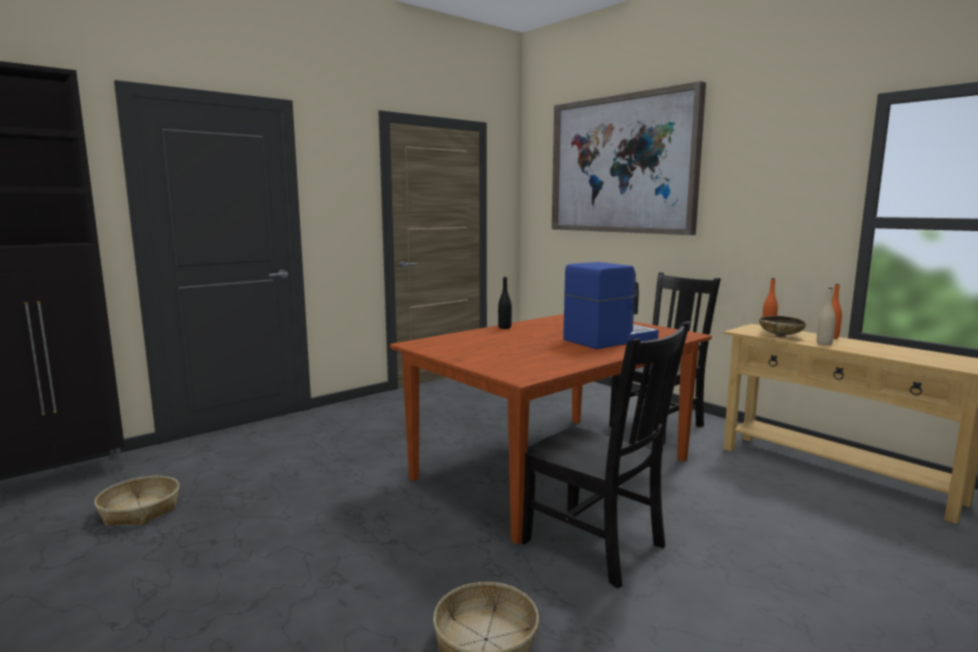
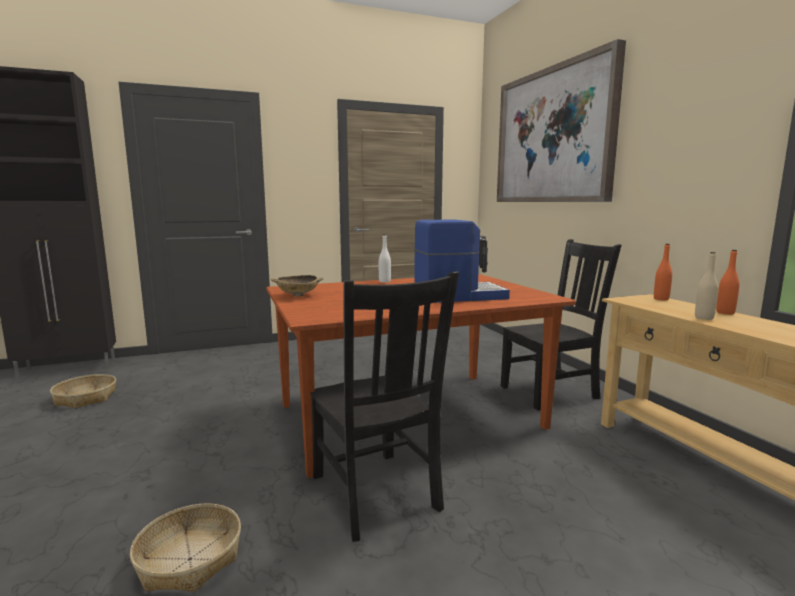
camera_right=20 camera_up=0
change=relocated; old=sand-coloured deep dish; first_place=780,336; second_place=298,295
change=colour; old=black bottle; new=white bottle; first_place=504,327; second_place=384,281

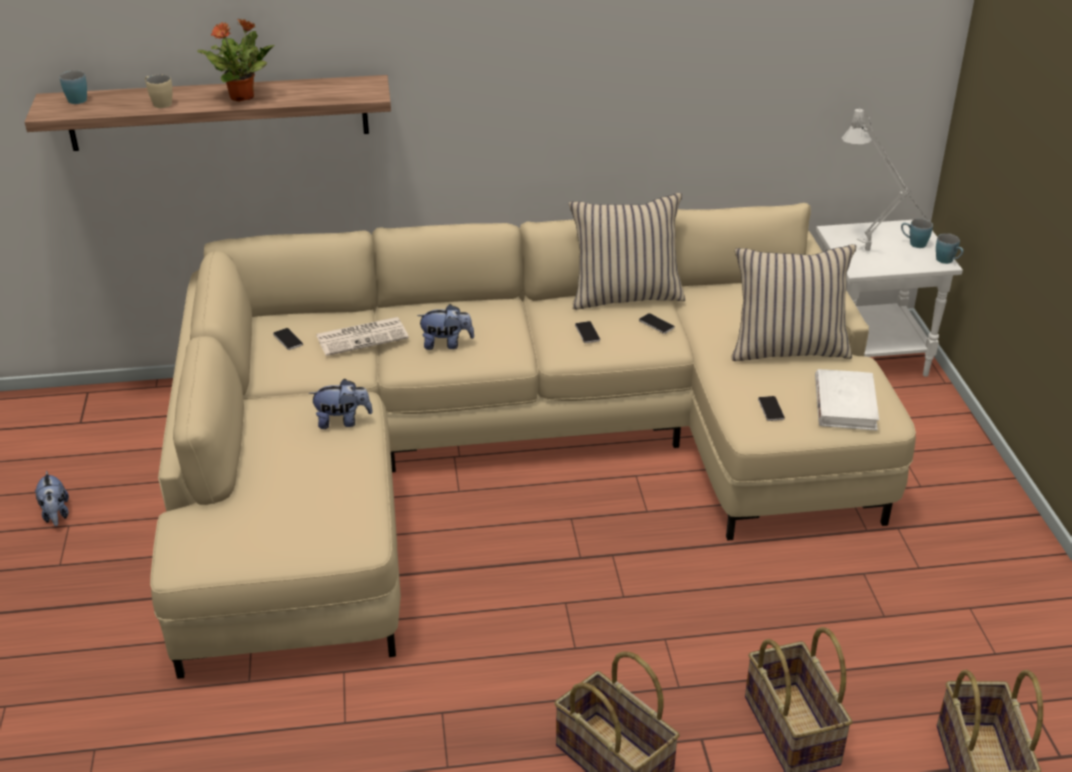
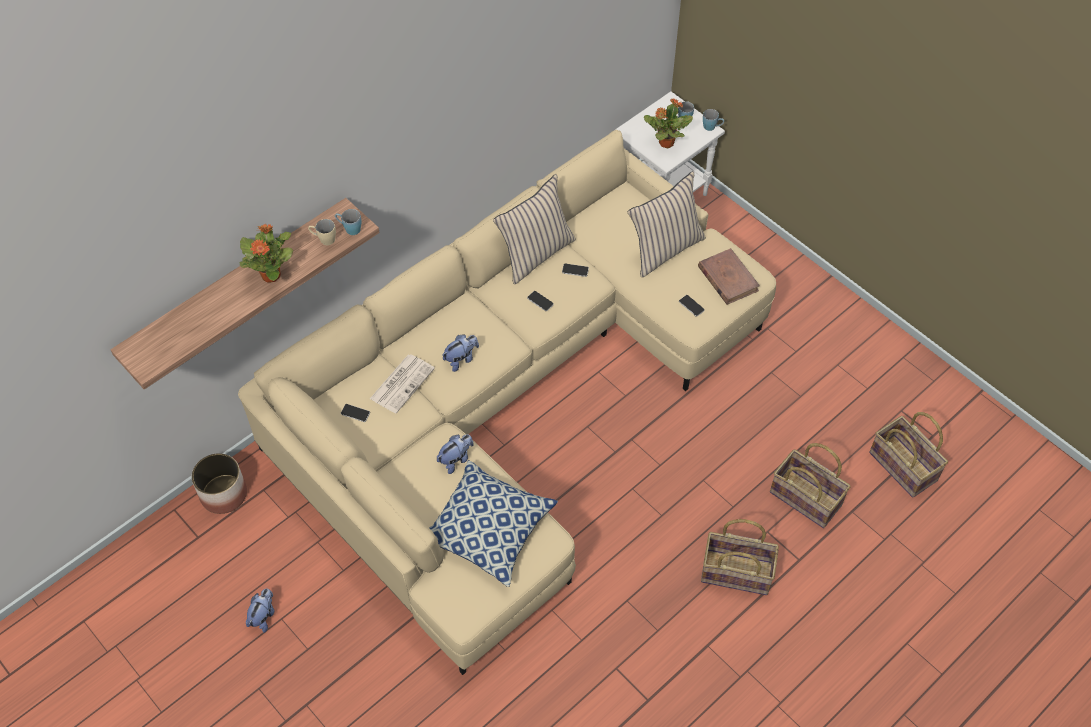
camera_right=-35 camera_up=20
change=appeared; new=flower pot; second_place=224,494
change=spun; old=plush toy; first_place=56,514; second_place=263,616; degrees=-105
change=relocated; old=sand-coloured coffee mug; first_place=159,103; second_place=324,239
change=relocated; old=bluish coffee mug; first_place=75,98; second_place=349,229
change=appeared; new=cushion; second_place=488,530
change=exchanged; old=gray tabletop lamp; new=potted plant; first_place=873,254; second_place=665,143
change=colour; old=white book; new=brown book; first_place=845,403; second_place=727,278

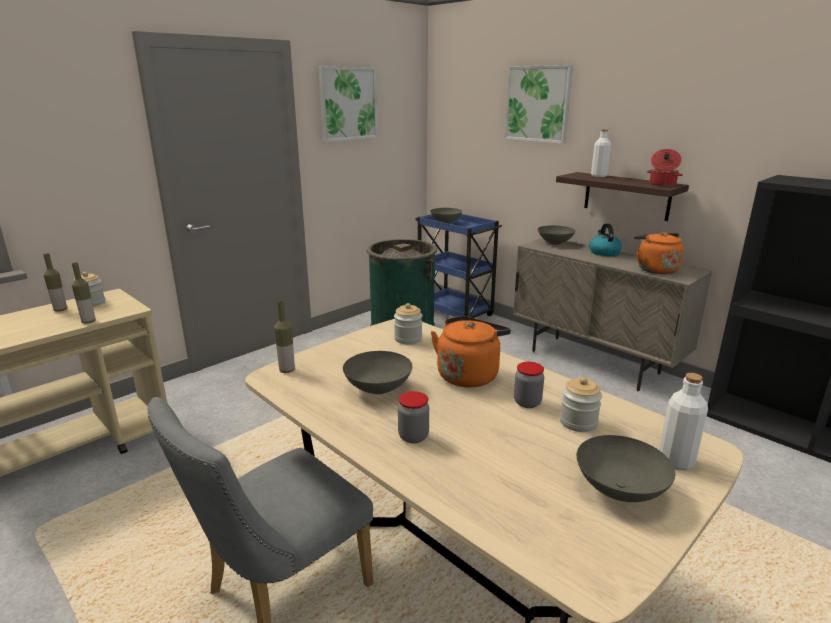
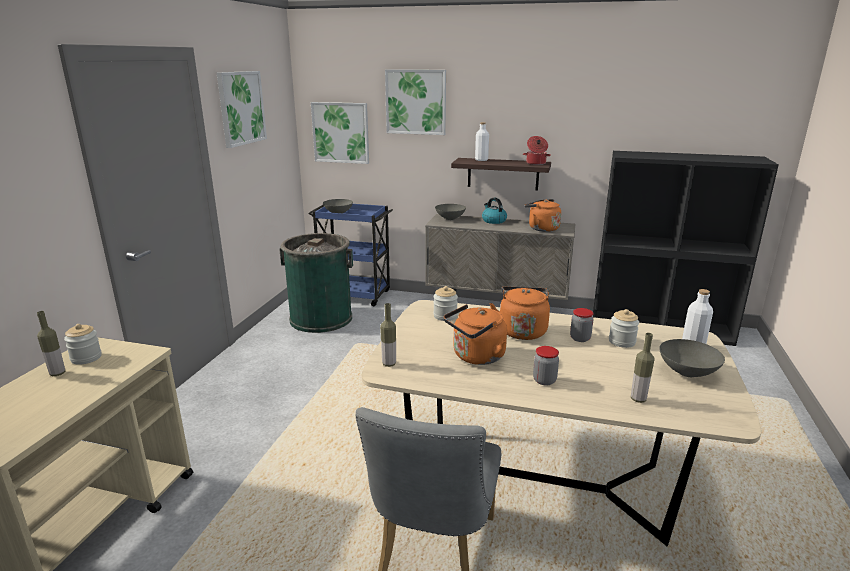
camera_right=-30 camera_up=0
change=appeared; new=wall picture; second_place=341,132
change=exchanged; old=gray deep dish; new=orangey water kettle; first_place=378,388; second_place=476,357
change=relocated; old=bottle; first_place=88,321; second_place=638,399

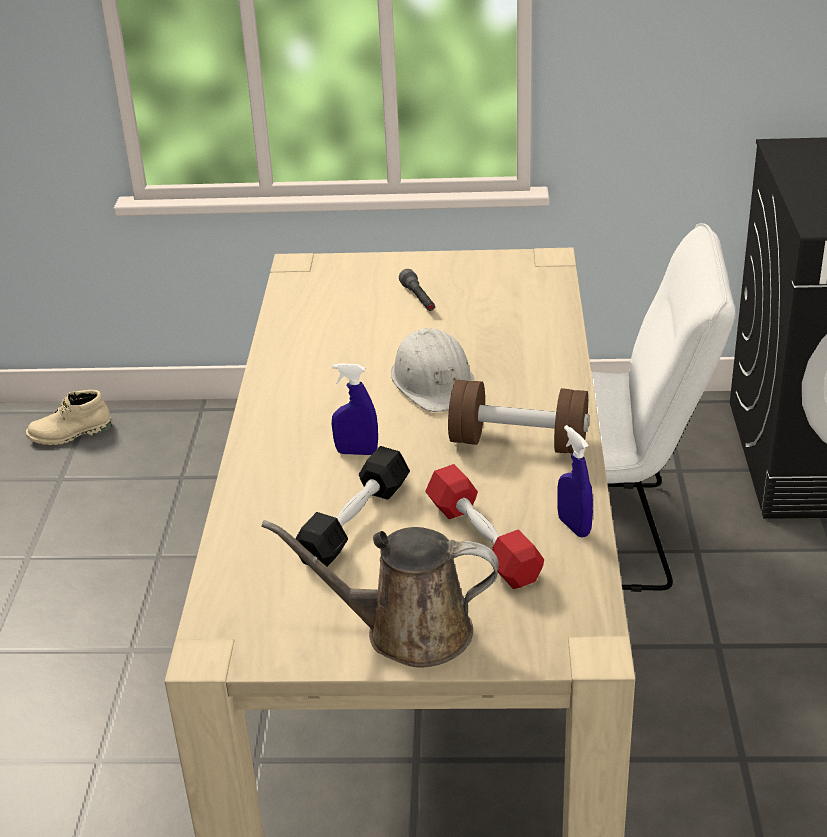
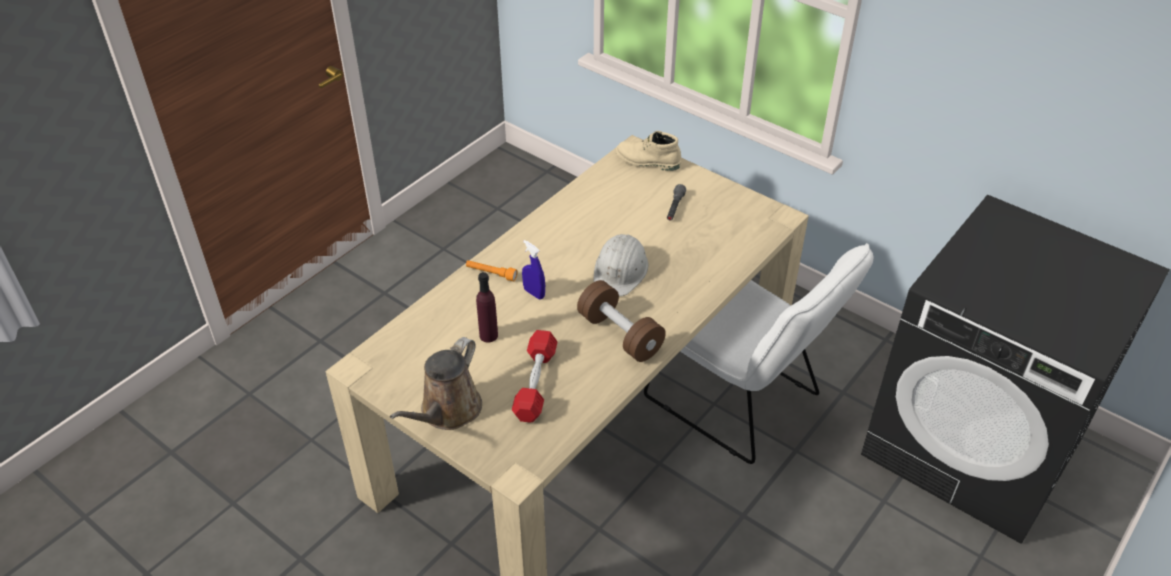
camera_right=35 camera_up=10
change=spun; old=brown sprinkling can; first_place=407,631; second_place=447,411; degrees=-105
change=appeared; new=orangey hand torch; second_place=491,274
change=exchanged; old=black dumbbell; new=purple bottle; first_place=354,523; second_place=488,335
change=relocated; old=sand-coloured high-top boot; first_place=70,434; second_place=647,162
change=missing; old=bluish sprayer; first_place=574,526

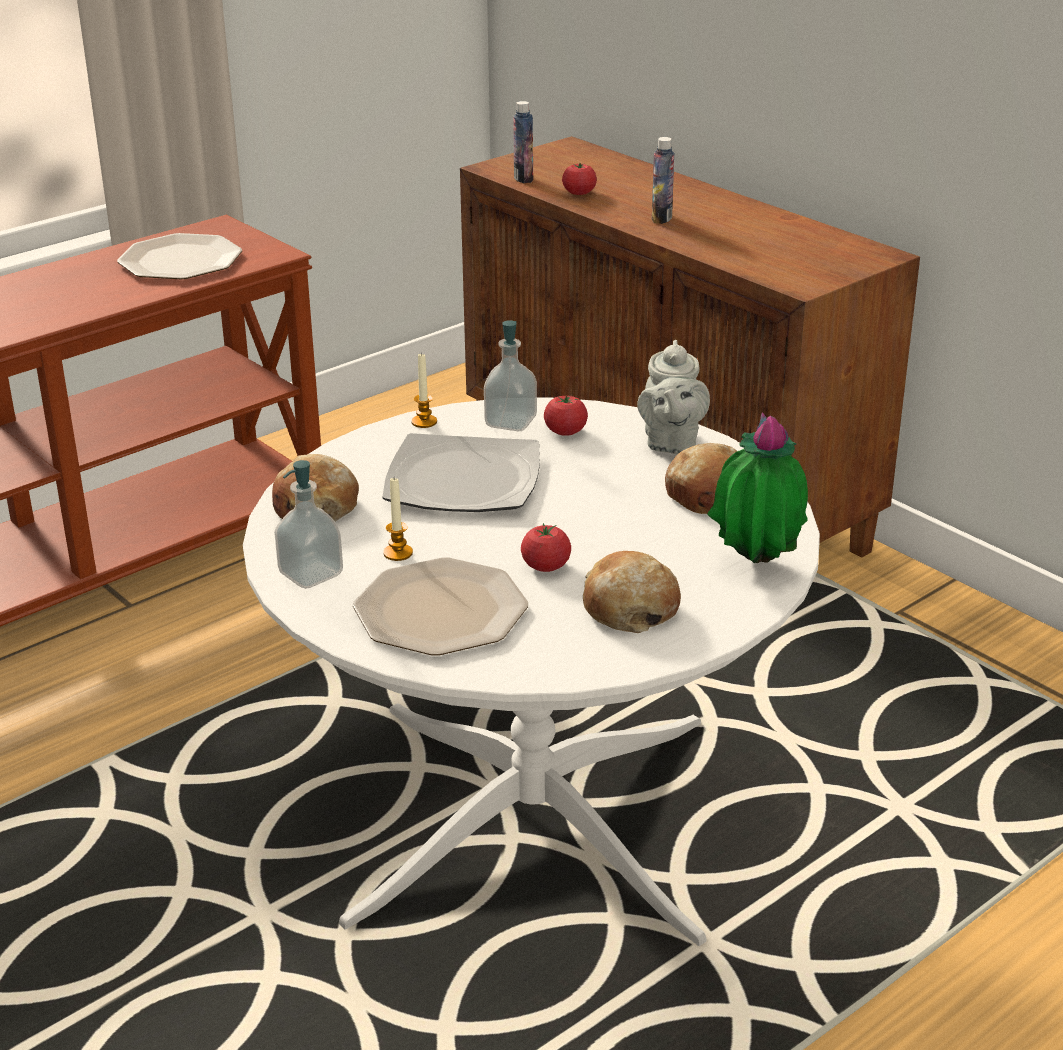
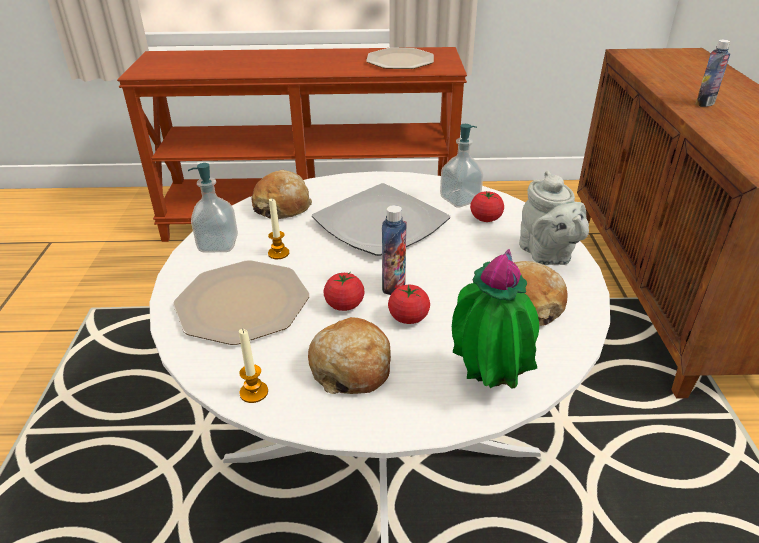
camera_right=40 camera_up=5
change=relocated; old=wax light; first_place=424,422; second_place=254,392
change=relocated; old=bottle; first_place=523,178; second_place=393,285
change=relocated; old=fresh tomato; first_place=579,193; second_place=408,317
change=spun; old=gray teapot; first_place=671,443; second_place=547,255; degrees=-60

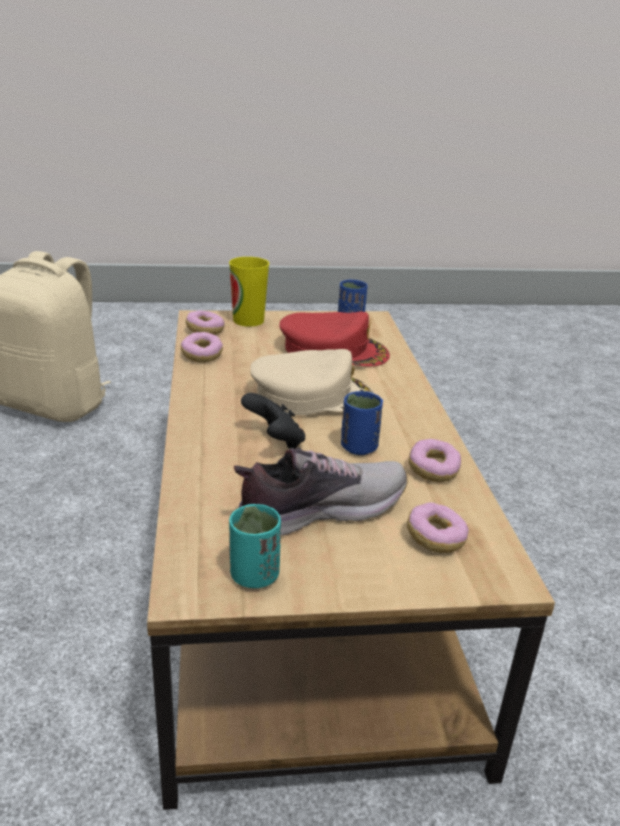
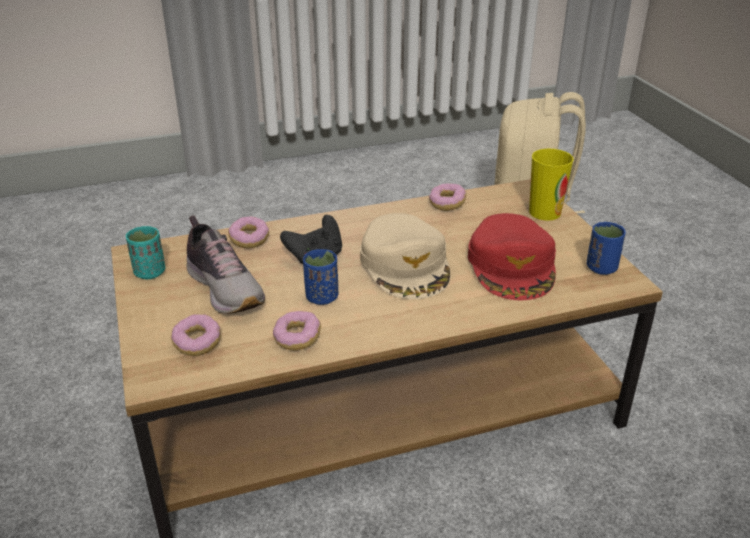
camera_right=80 camera_up=5
change=relocated; old=donut; first_place=205,331; second_place=249,240

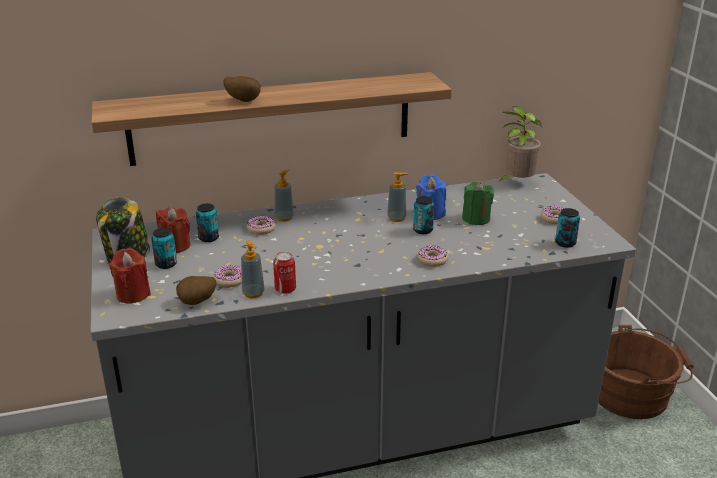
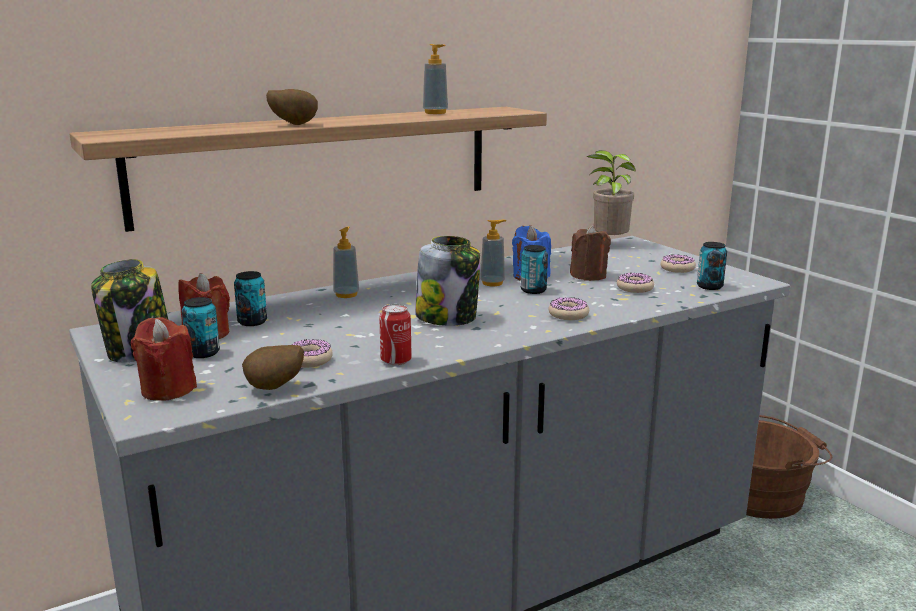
camera_right=-15 camera_up=-10
change=appeared; new=storage jar; second_place=447,317
change=relocated; old=liquid soap bottle; first_place=253,293; second_place=435,113
change=colour; old=greenish wax light; new=brown wax light; first_place=476,219; second_place=588,276
change=relocated; old=donut; first_place=261,229; second_place=635,288

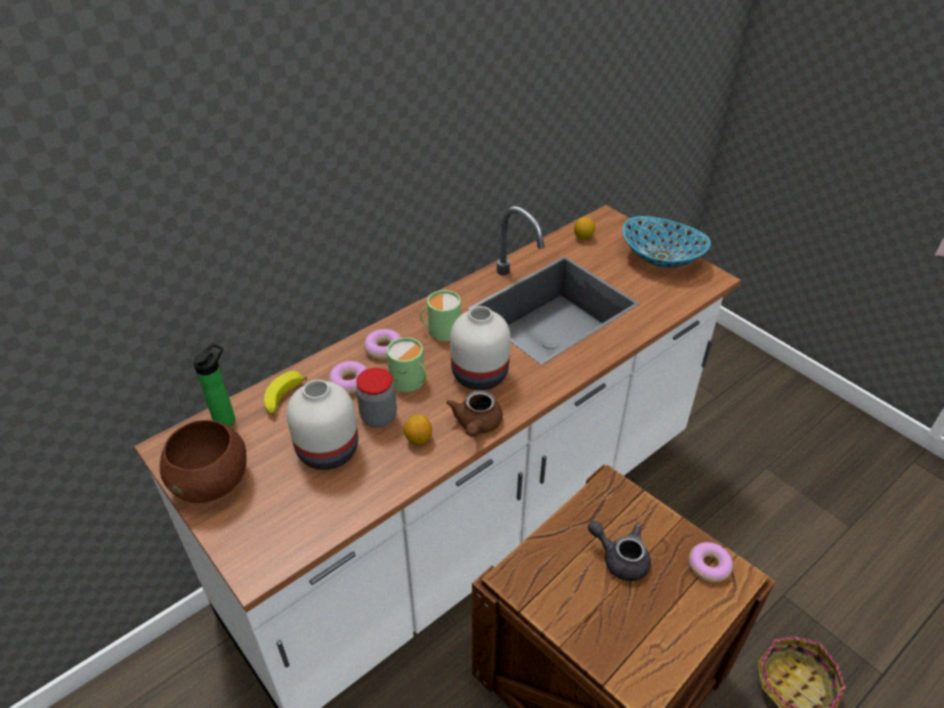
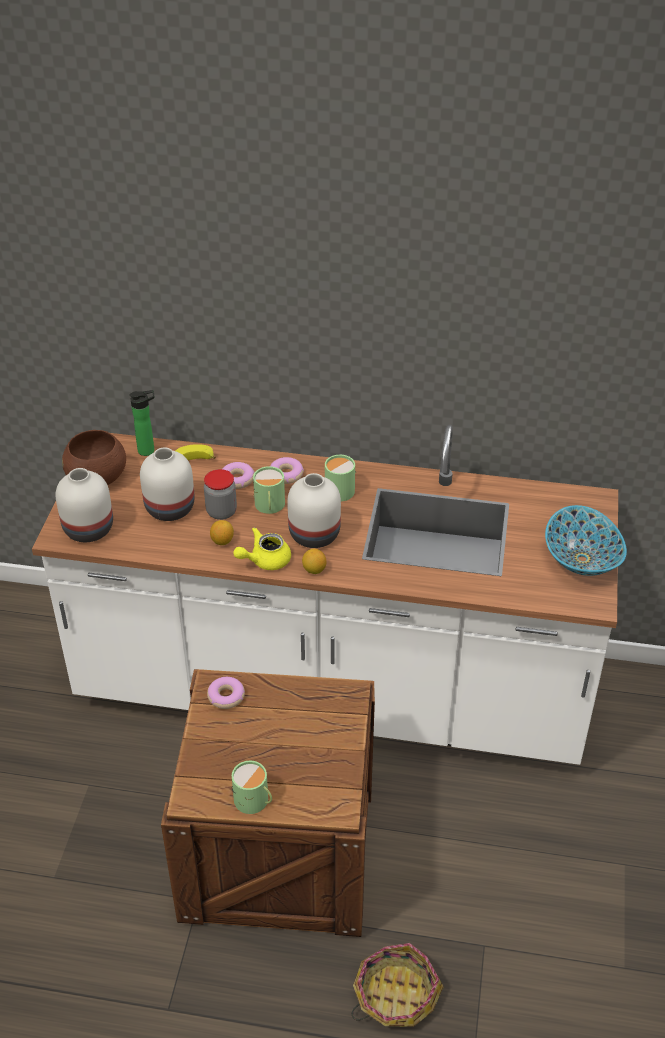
camera_right=50 camera_up=0
change=appeared; new=white vase; second_place=90,528
change=relocated; old=donut; first_place=709,565; second_place=226,696
change=appeared; new=greenish coffee mug; second_place=254,801
change=colour; old=brown teapot; new=yellow teapot; first_place=476,425; second_place=264,560
change=relocated; old=whole lemon; first_place=583,237; second_place=314,570
change=missing; old=gray teapot; first_place=620,558

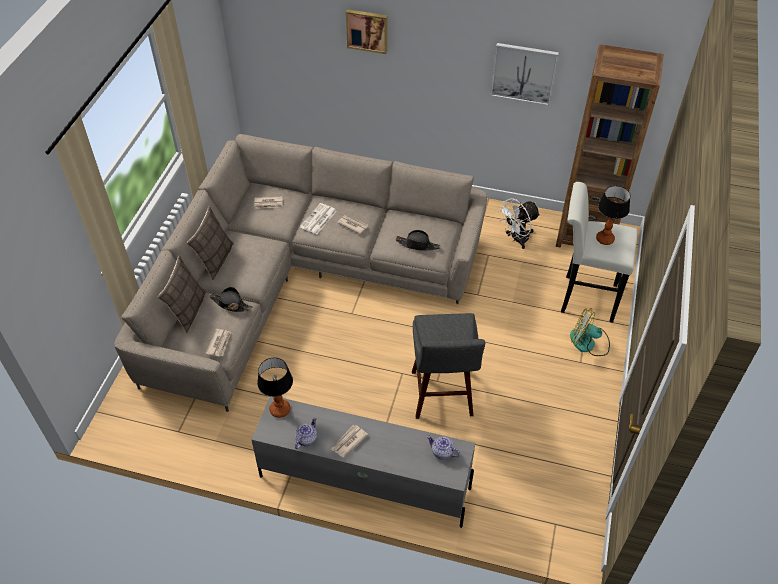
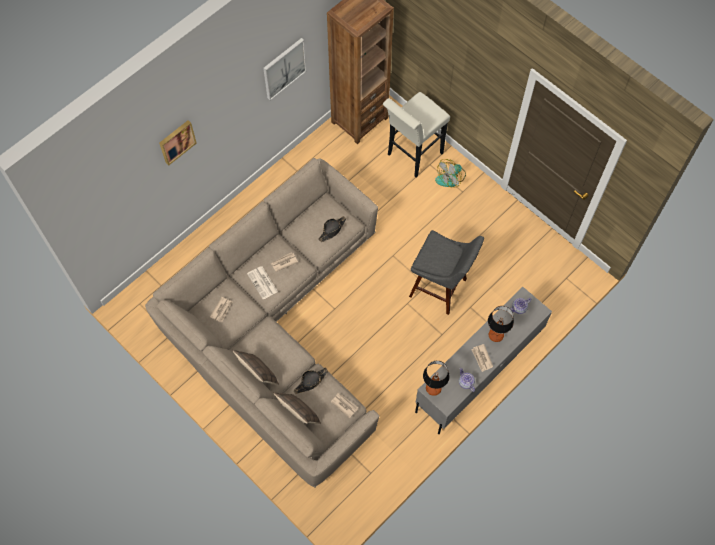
camera_right=-60 camera_up=15
change=relocated; old=tabletop lamp; first_place=604,239; second_place=495,335
change=missing; old=white fan; first_place=516,239

